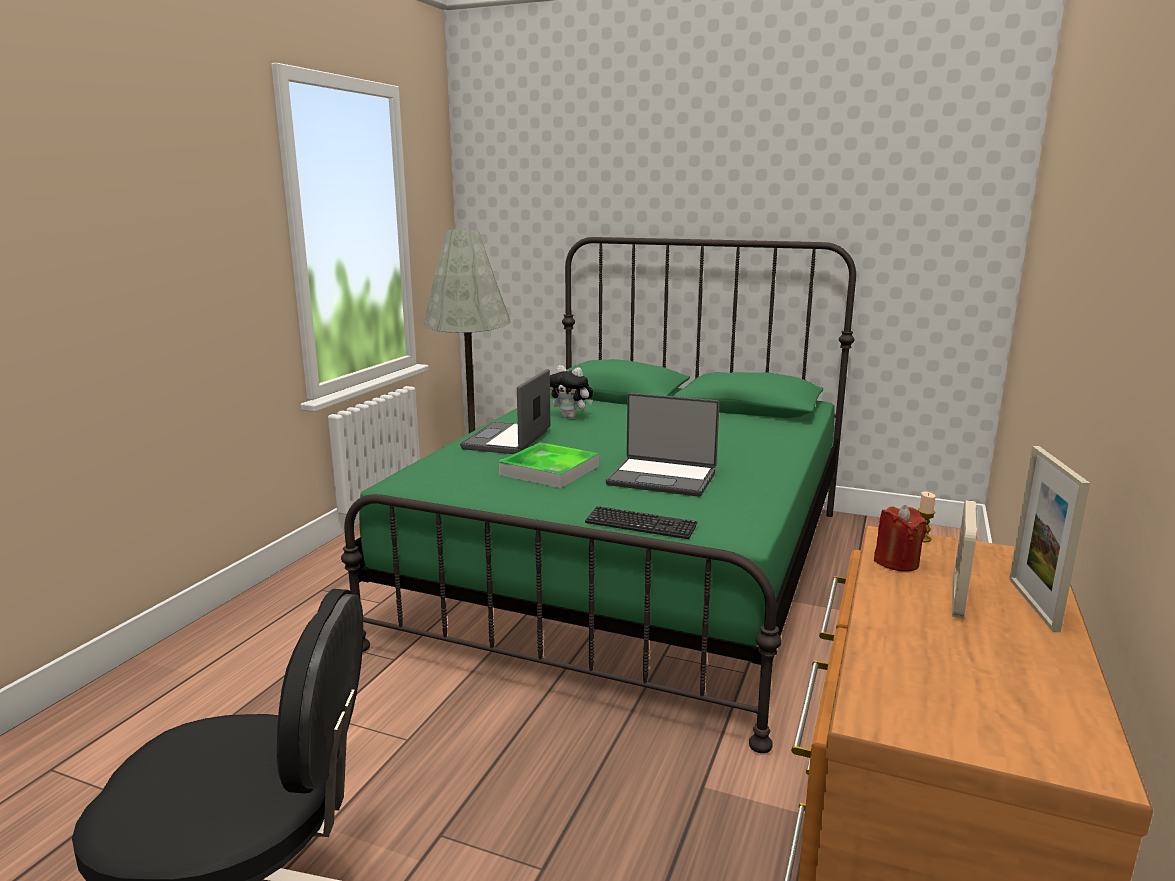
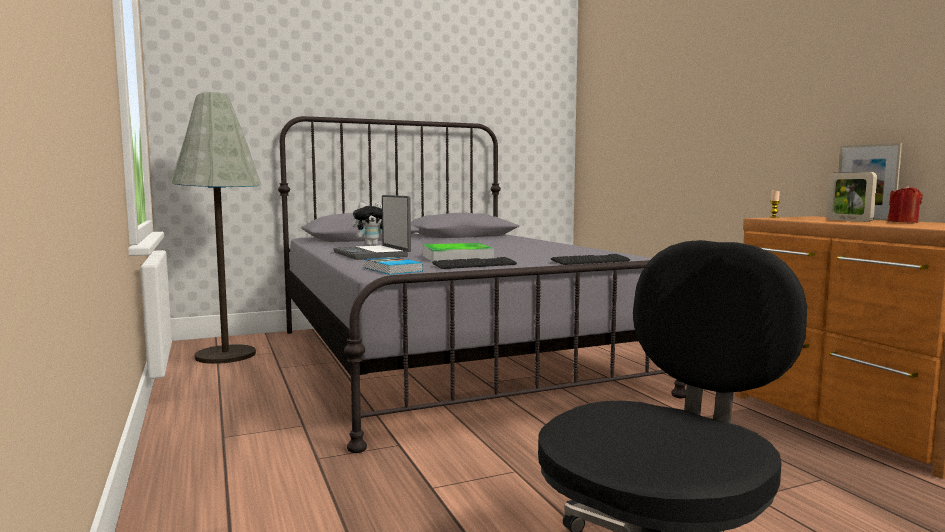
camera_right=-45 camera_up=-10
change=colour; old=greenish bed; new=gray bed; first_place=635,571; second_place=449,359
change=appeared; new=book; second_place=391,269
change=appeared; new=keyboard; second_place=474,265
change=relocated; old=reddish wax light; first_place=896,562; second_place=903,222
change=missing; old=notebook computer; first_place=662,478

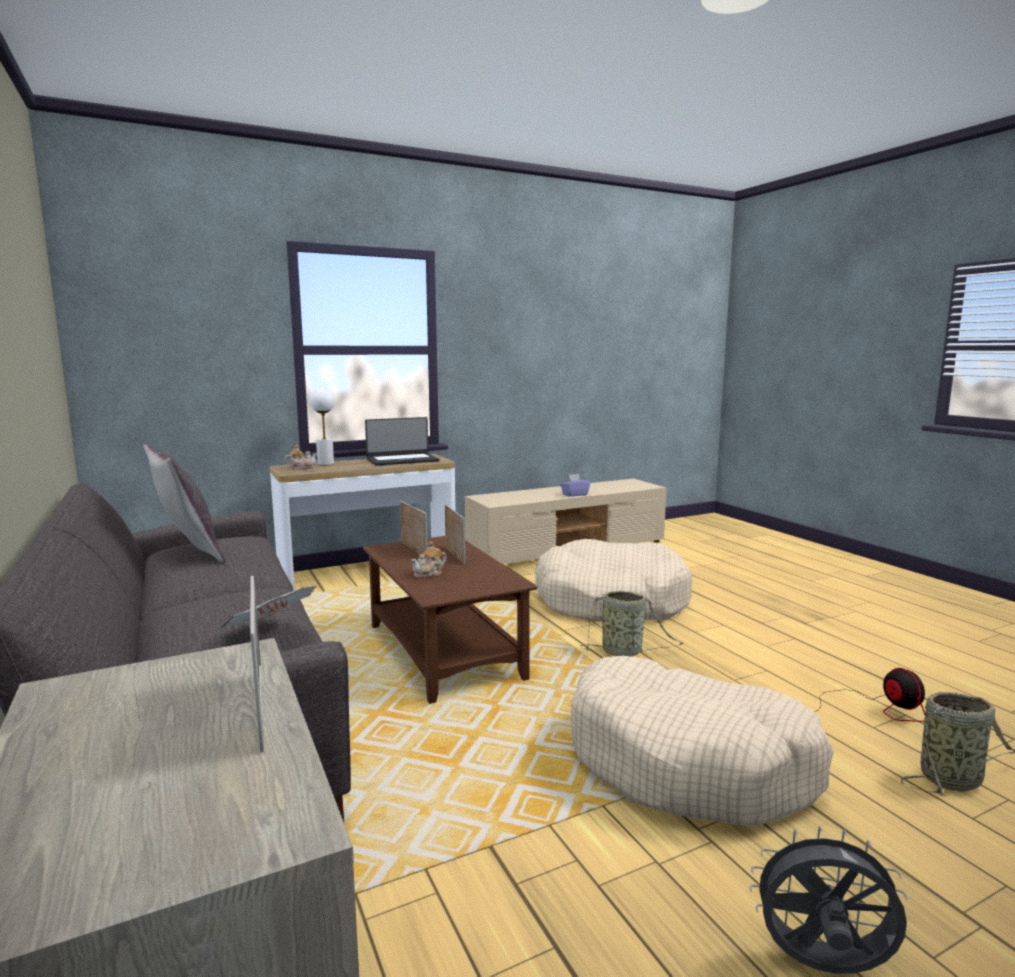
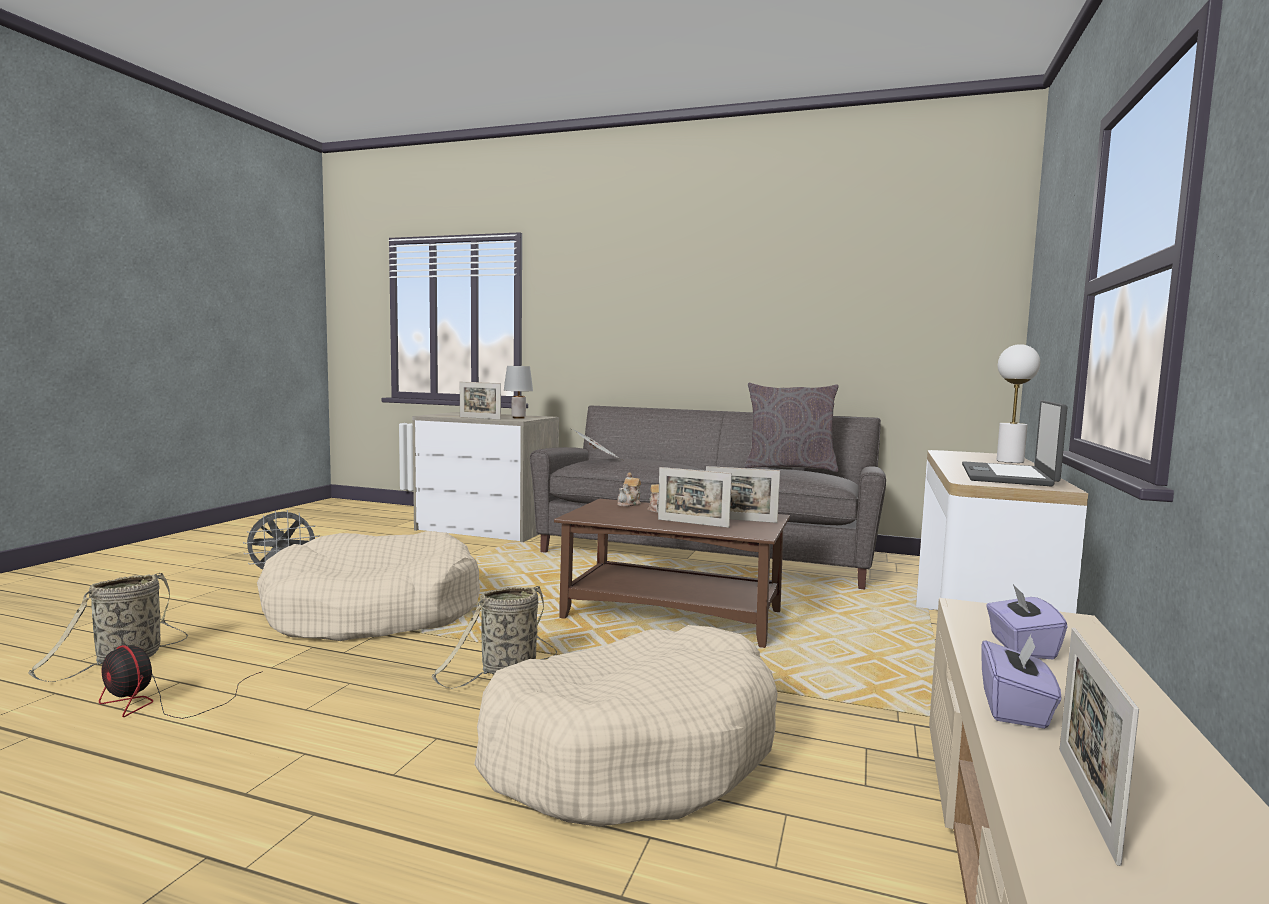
camera_right=135 camera_up=-5
change=appeared; new=gray tabletop lamp; second_place=518,418
change=relocated; old=teapot; first_place=301,468; second_place=629,504
change=appeared; new=purple box of tissues; second_place=1021,647
change=appeared; new=standing frame; second_place=1086,800

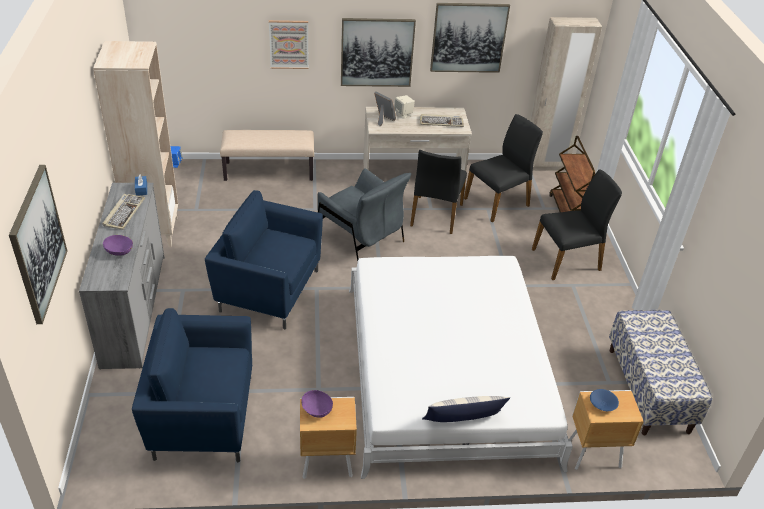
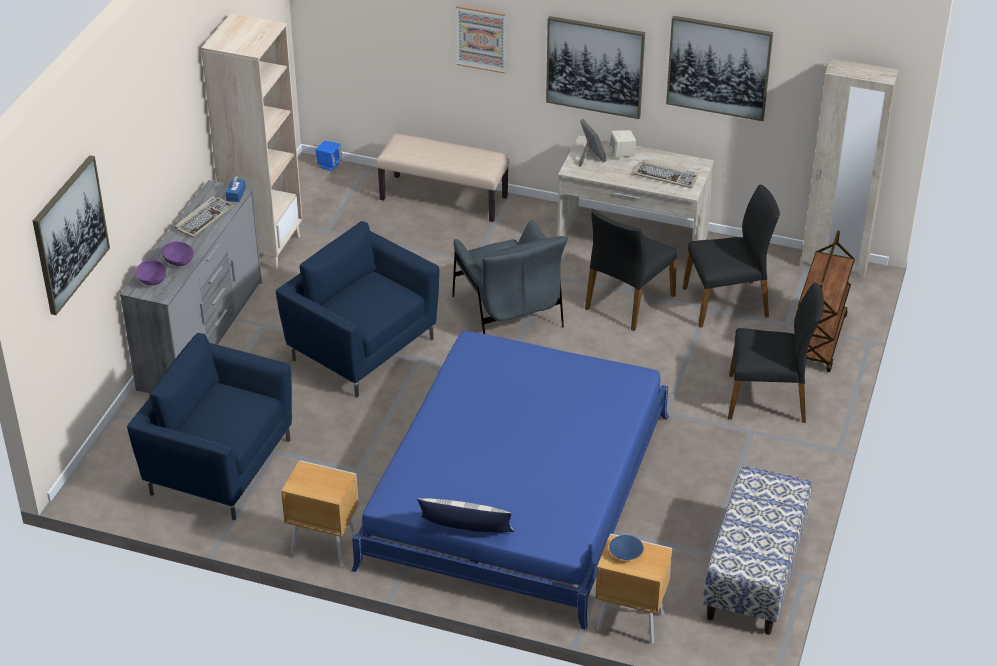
camera_right=25 camera_up=0
change=relocated; old=purple deep dish; first_place=316,410; second_place=152,280
change=colour; old=white bed; new=bluish bed; first_place=446,371; second_place=517,490

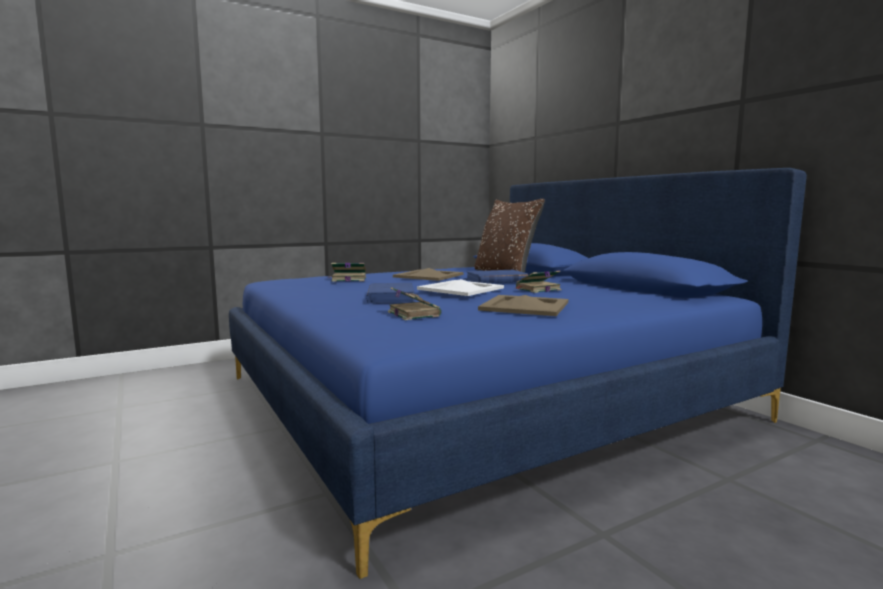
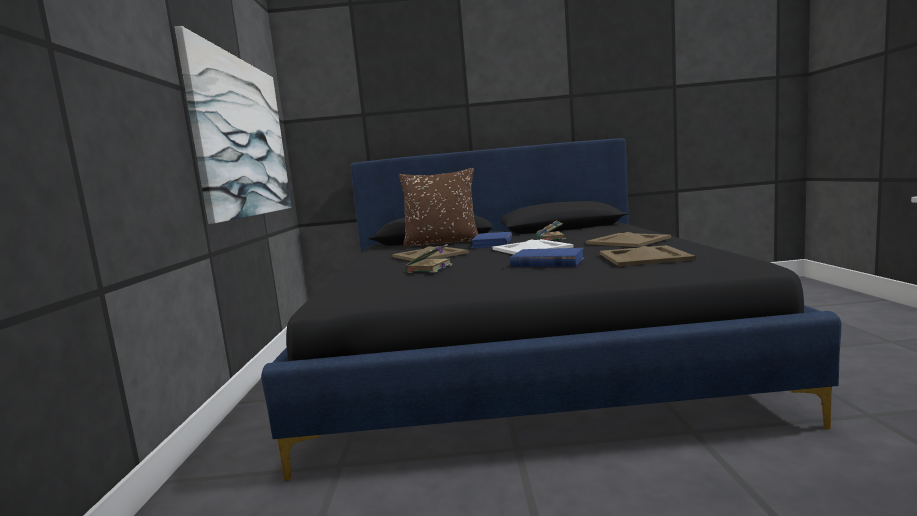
camera_right=-60 camera_up=0
change=appeared; new=wall picture; second_place=242,137
change=colour; old=bluish bed; new=black bed; first_place=476,397; second_place=518,353
change=exchanged; old=book; new=sand-coloured carrying tray; first_place=413,314; second_place=643,257

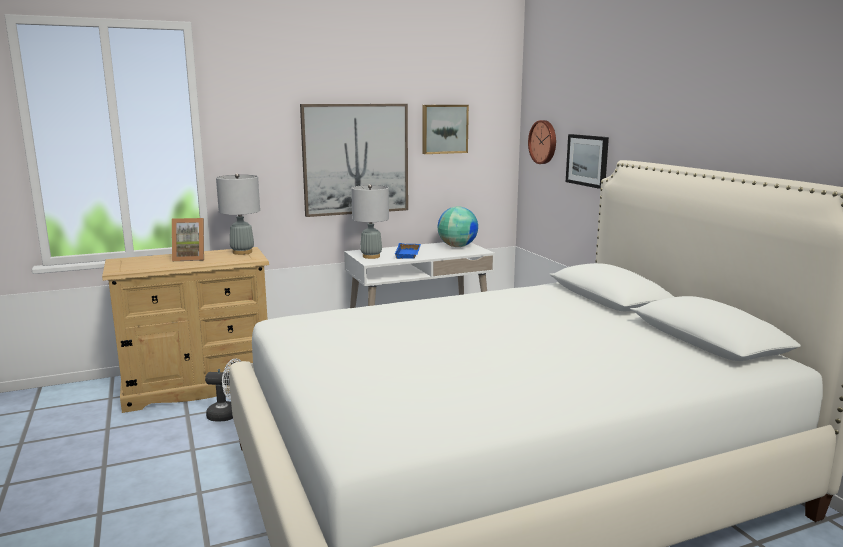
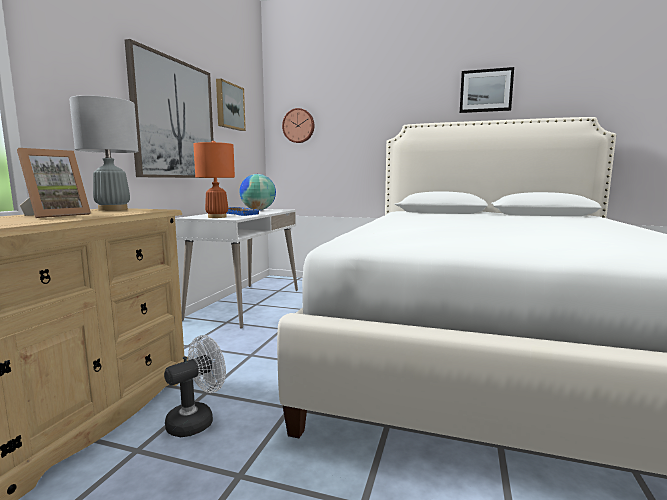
camera_right=-50 camera_up=-5
change=colour; old=gray tabletop lamp; new=orangey tabletop lamp; first_place=371,256; second_place=217,217
change=relocated; old=wall picture; first_place=587,160; second_place=486,91

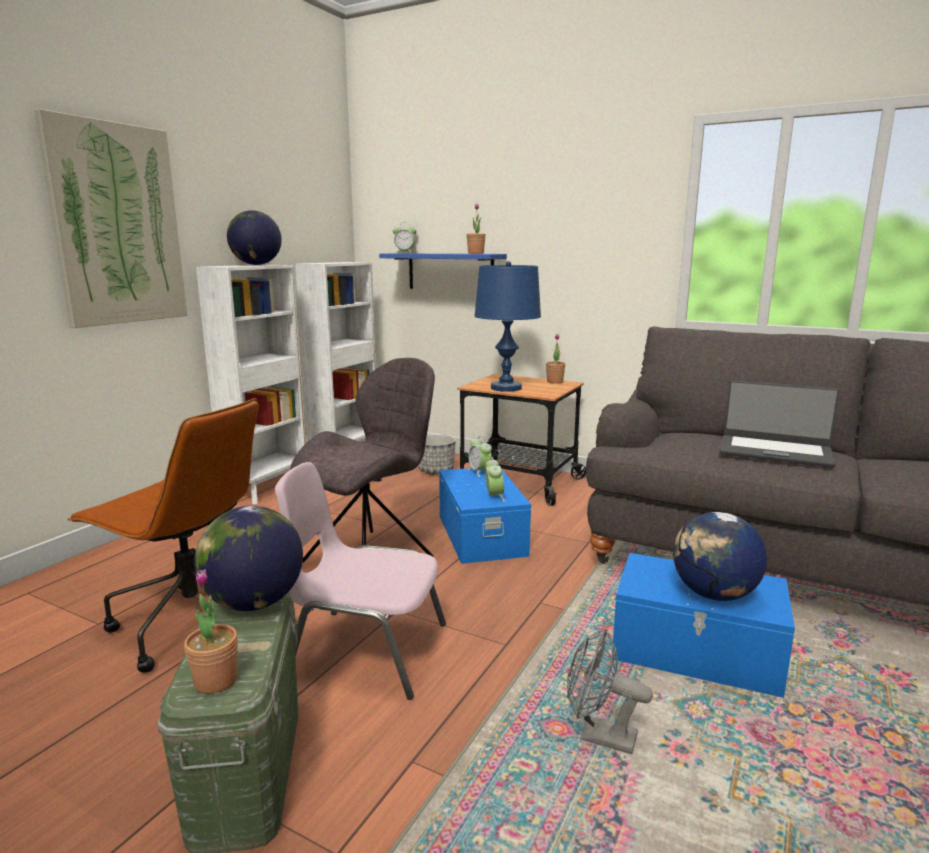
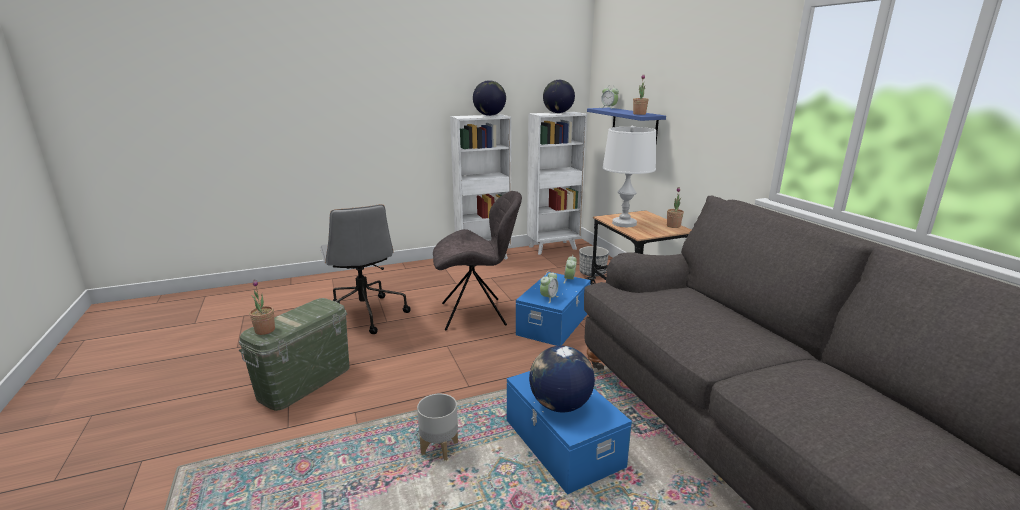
camera_right=40 camera_up=5
change=colour; old=brown desk chair; new=gray desk chair; first_place=191,622; second_place=364,314
change=exchanged; old=gray fan; new=gray flower pot; first_place=598,736; second_place=439,449
change=relocated; old=world globe; first_place=254,603; second_place=558,113
change=colour; old=bluish tabletop lamp; new=white tabletop lamp; first_place=506,388; second_place=624,223
change=missing; old=wall picture; first_place=117,225
change=missing; old=pink chair; first_place=366,649
change=missing; old=notebook computer; first_place=775,451

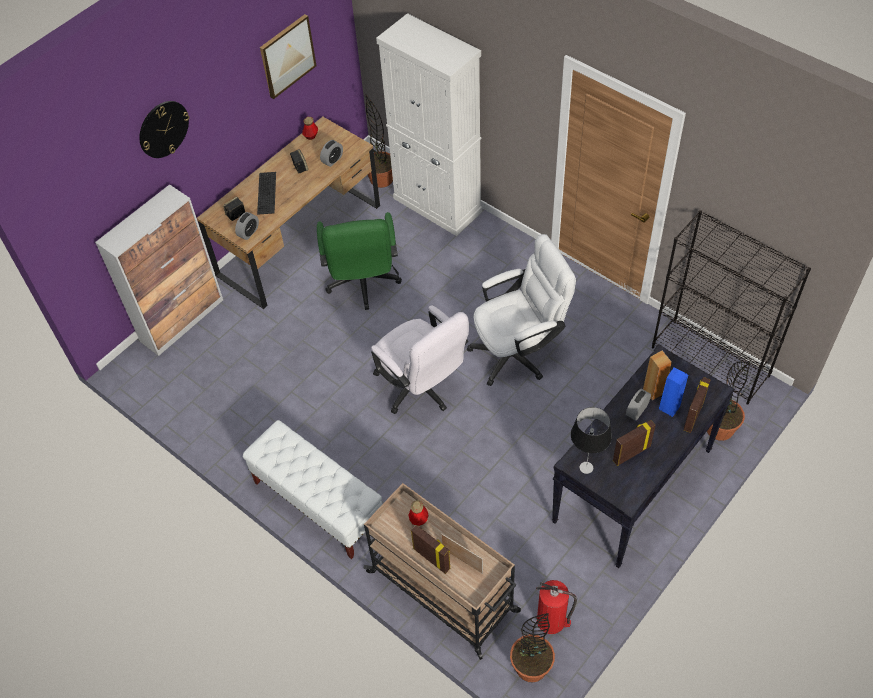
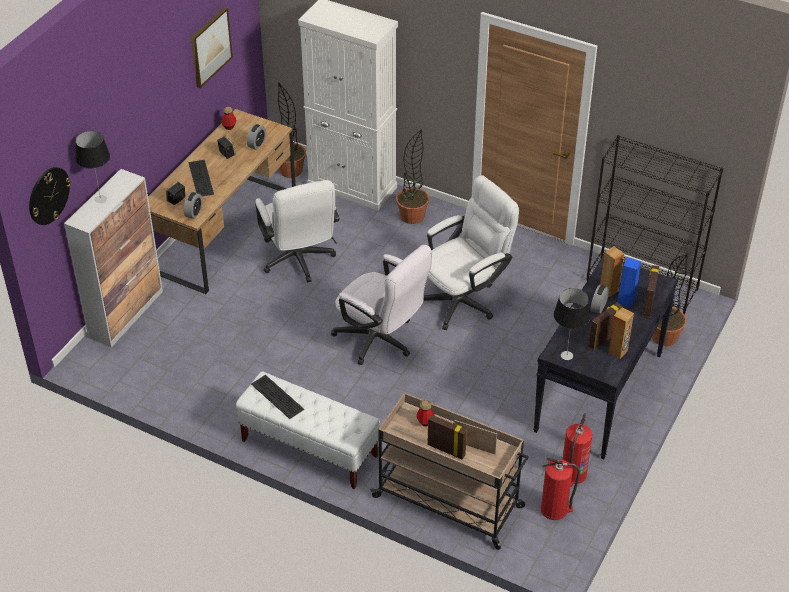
camera_right=-15 camera_up=-10
change=relocated; old=clock on the wall; first_place=163,129; second_place=48,195
change=appeared; new=tabletop lamp; second_place=100,199
change=appeared; new=keyboard; second_place=276,397
change=colour; old=greenish desk chair; new=white desk chair; first_place=363,284; second_place=299,262
change=relocated; old=potted plant; first_place=531,666; second_place=412,216
change=appeared; new=extinguisher; second_place=573,474
change=appeared; new=brown loudspeaker; second_place=618,352

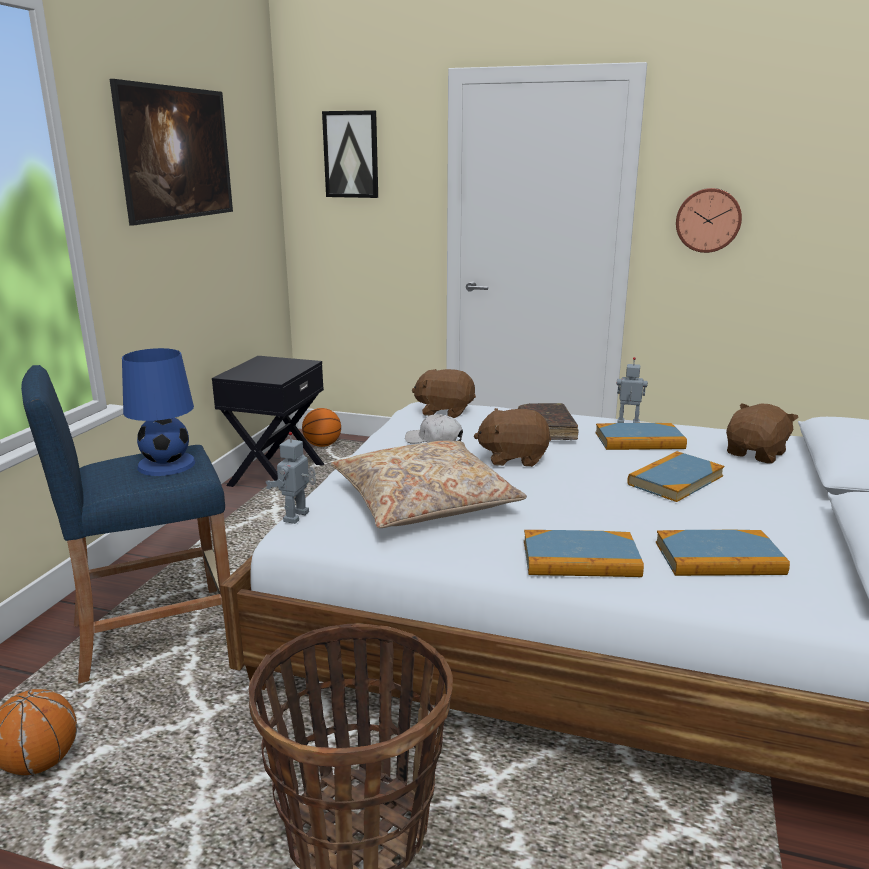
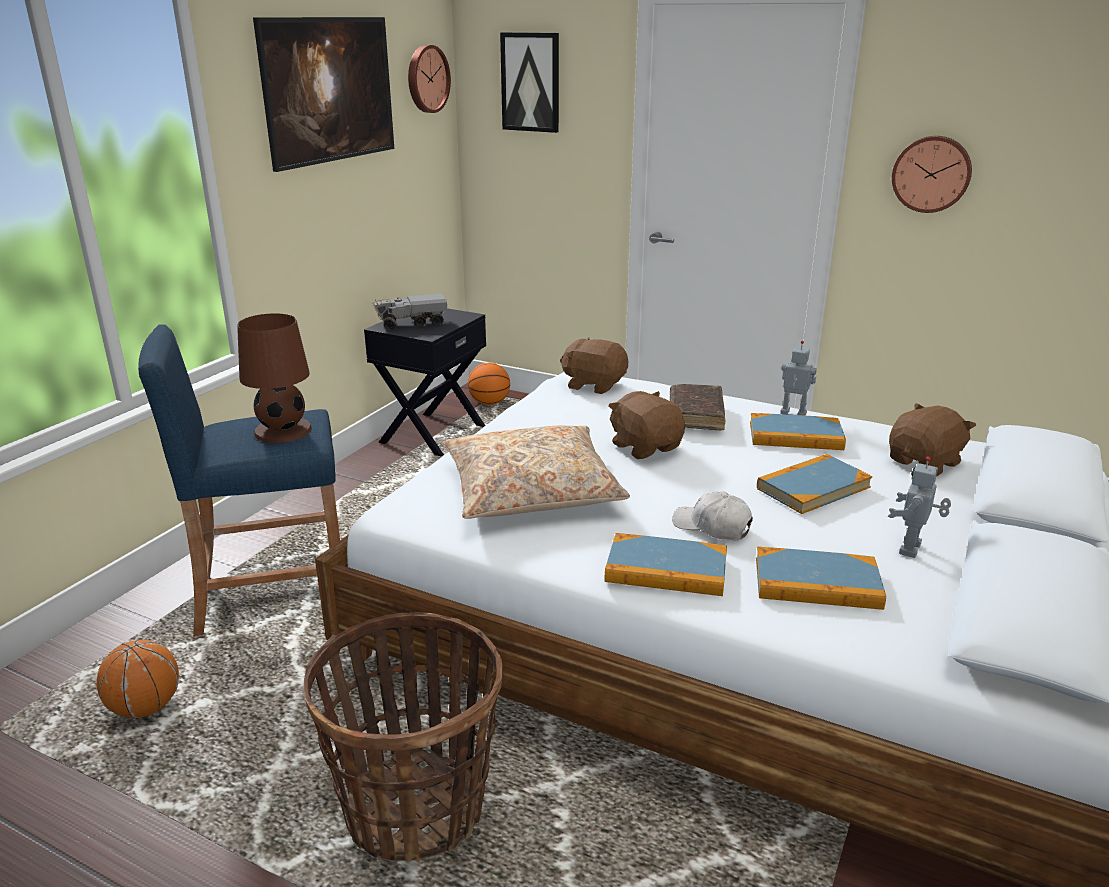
camera_right=10 camera_up=5
change=colour; old=bluish tabletop lamp; new=brown tabletop lamp; first_place=166,465; second_place=282,431
change=appeared; new=model truck; second_place=412,324
change=appeared; new=clock on the wall; second_place=426,79
change=spun; old=brown plush toy; first_place=513,458; second_place=645,447; degrees=45
change=relocated; old=white peaked cap; first_place=434,441; second_place=712,527
change=relocated; old=model robot; first_place=297,517; second_place=912,549

